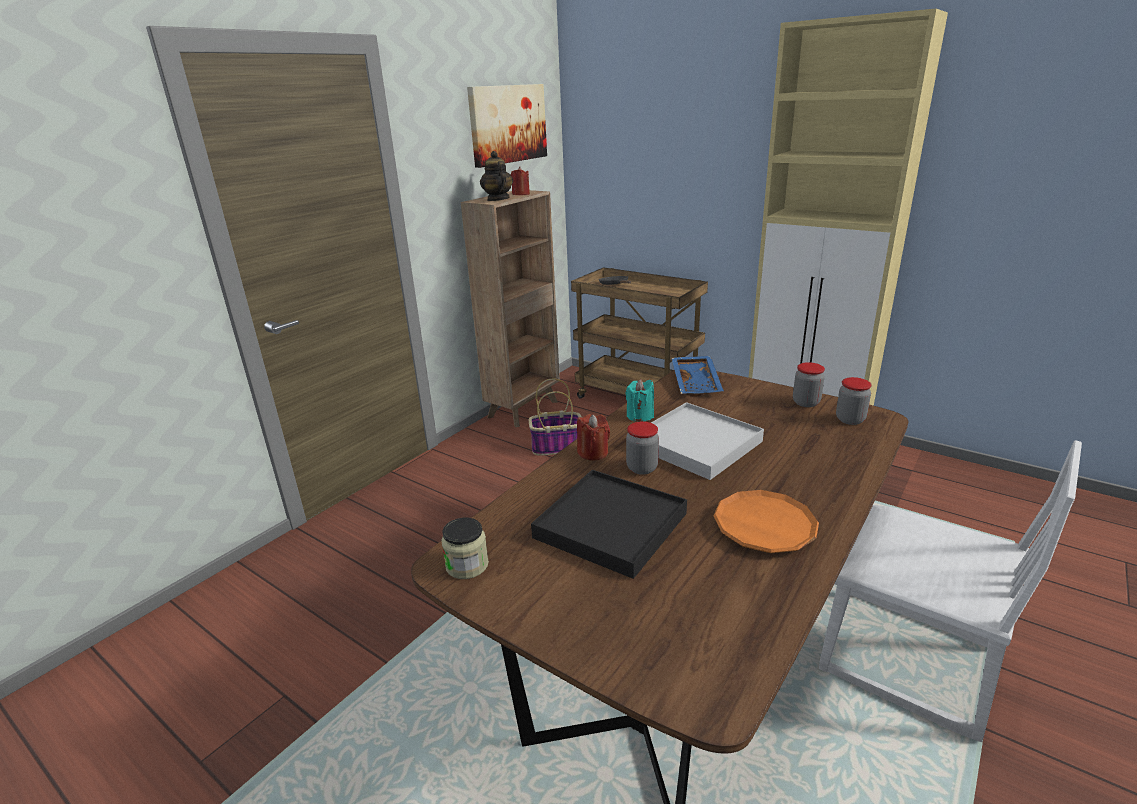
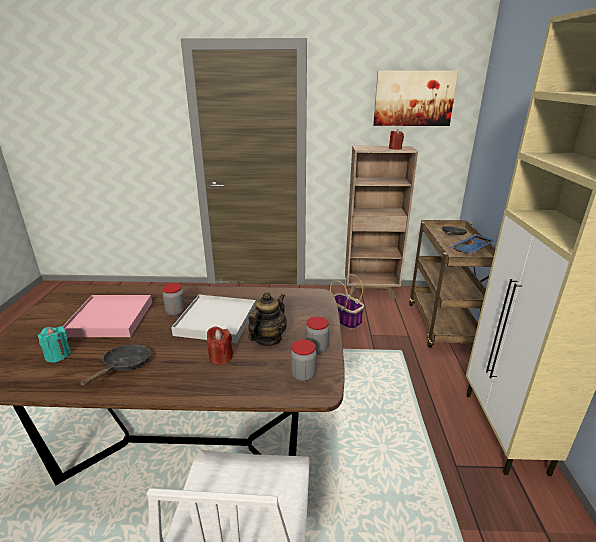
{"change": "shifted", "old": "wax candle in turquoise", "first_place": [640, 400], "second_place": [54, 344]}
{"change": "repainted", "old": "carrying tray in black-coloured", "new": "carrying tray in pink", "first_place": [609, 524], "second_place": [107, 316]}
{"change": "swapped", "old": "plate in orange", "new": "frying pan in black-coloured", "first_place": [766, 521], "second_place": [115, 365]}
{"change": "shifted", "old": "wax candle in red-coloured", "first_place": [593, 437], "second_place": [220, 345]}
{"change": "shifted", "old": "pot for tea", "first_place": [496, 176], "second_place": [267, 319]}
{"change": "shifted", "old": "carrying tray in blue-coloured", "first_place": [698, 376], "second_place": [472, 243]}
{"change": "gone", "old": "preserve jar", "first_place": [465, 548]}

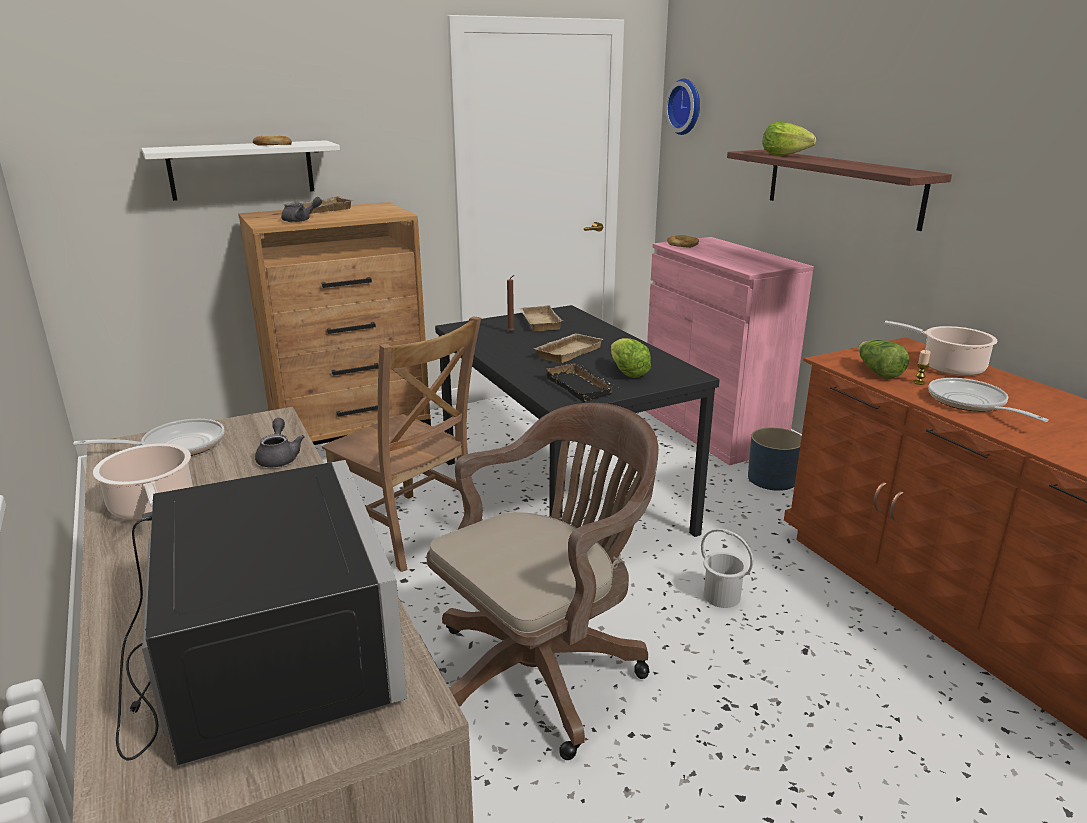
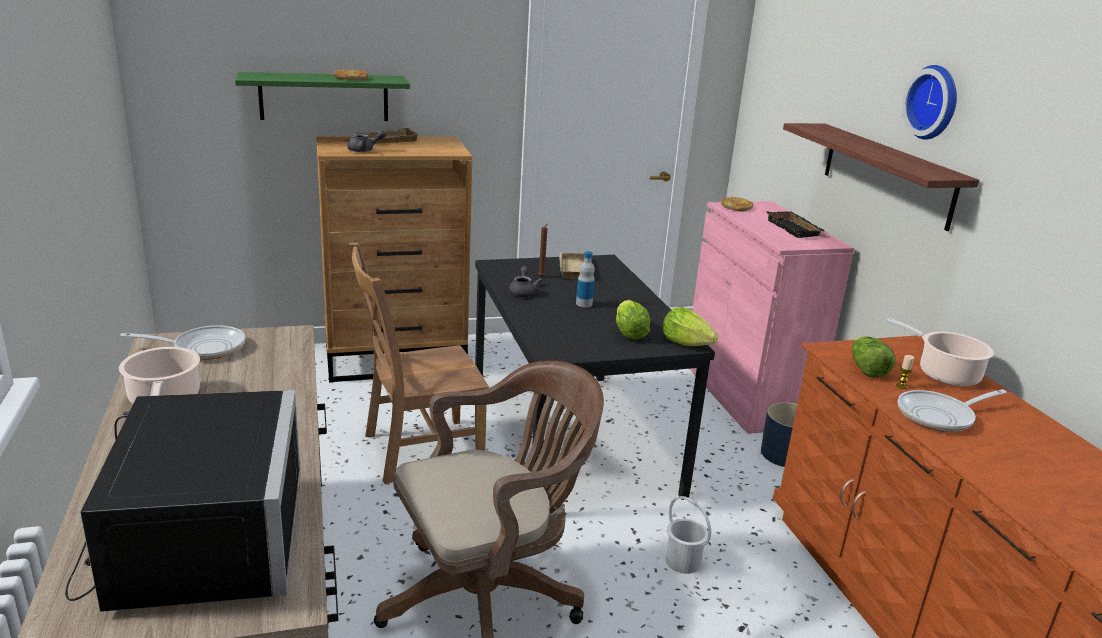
{"change": "repainted", "old": "bracket shelf in white-coloured", "new": "bracket shelf in greenish", "first_place": [241, 170], "second_place": [322, 96]}
{"change": "rotated", "old": "plain chair in brown-coloured", "first_place": [401, 444], "second_place": [419, 363], "degrees": 105}
{"change": "shifted", "old": "pot for tea in grey", "first_place": [279, 442], "second_place": [525, 281]}
{"change": "swapped", "old": "carrying tray in beige-coloured", "new": "beverage bottle", "first_place": [568, 348], "second_place": [585, 279]}
{"change": "shifted", "old": "lettuce", "first_place": [789, 138], "second_place": [690, 326]}
{"change": "shifted", "old": "carrying tray in black-coloured", "first_place": [580, 381], "second_place": [795, 224]}
{"change": "rotated", "old": "frying pan", "first_place": [988, 400], "second_place": [952, 410], "degrees": -105}
{"change": "shifted", "old": "clock on the wall", "first_place": [682, 107], "second_place": [929, 102]}

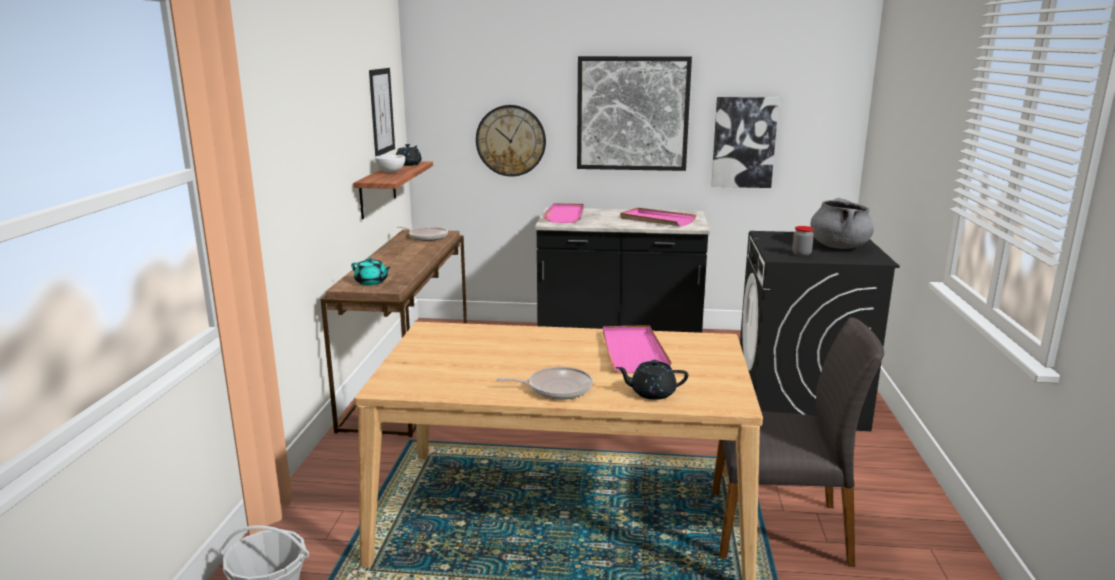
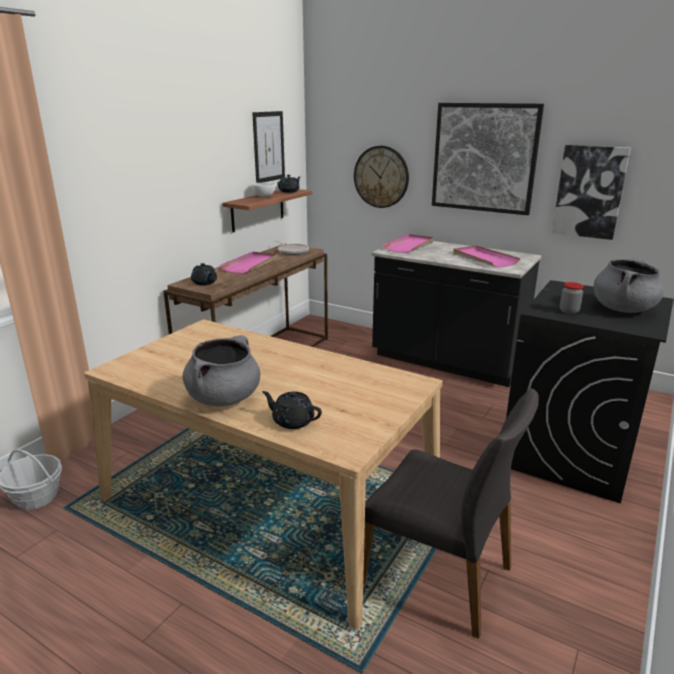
{"change": "swapped", "old": "frying pan", "new": "stockpot in grey", "first_place": [544, 383], "second_place": [221, 370]}
{"change": "repainted", "old": "pot for tea in turquoise", "new": "pot for tea in black-coloured", "first_place": [371, 271], "second_place": [204, 274]}
{"change": "shifted", "old": "carrying tray in pink", "first_place": [637, 349], "second_place": [248, 262]}

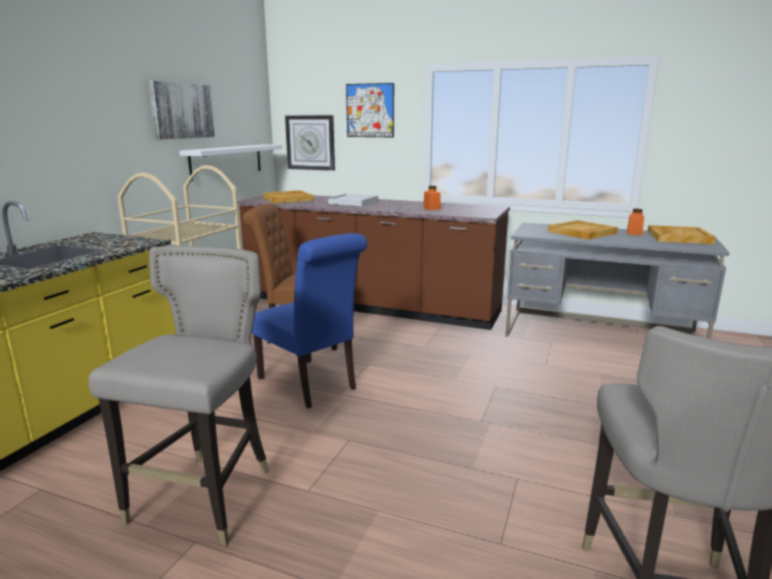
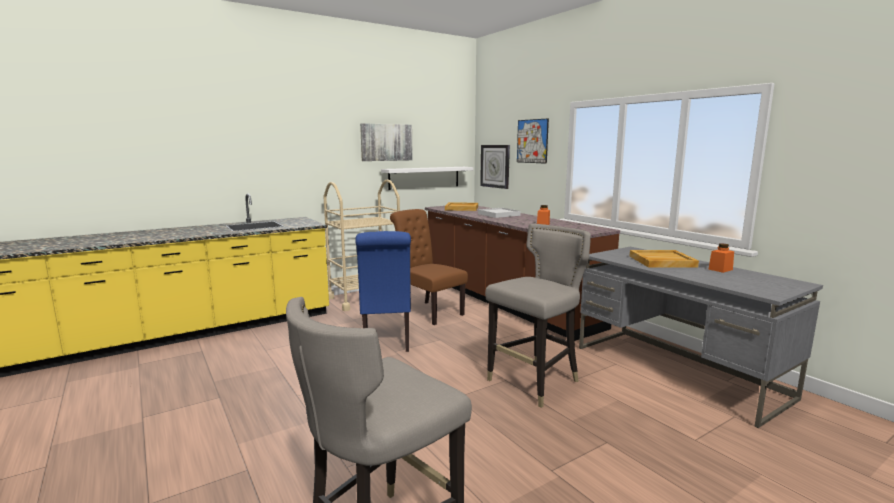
{"change": "shifted", "old": "sitting stool in grey", "first_place": [178, 396], "second_place": [538, 316]}
{"change": "gone", "old": "carrying tray in beige-coloured", "first_place": [681, 234]}

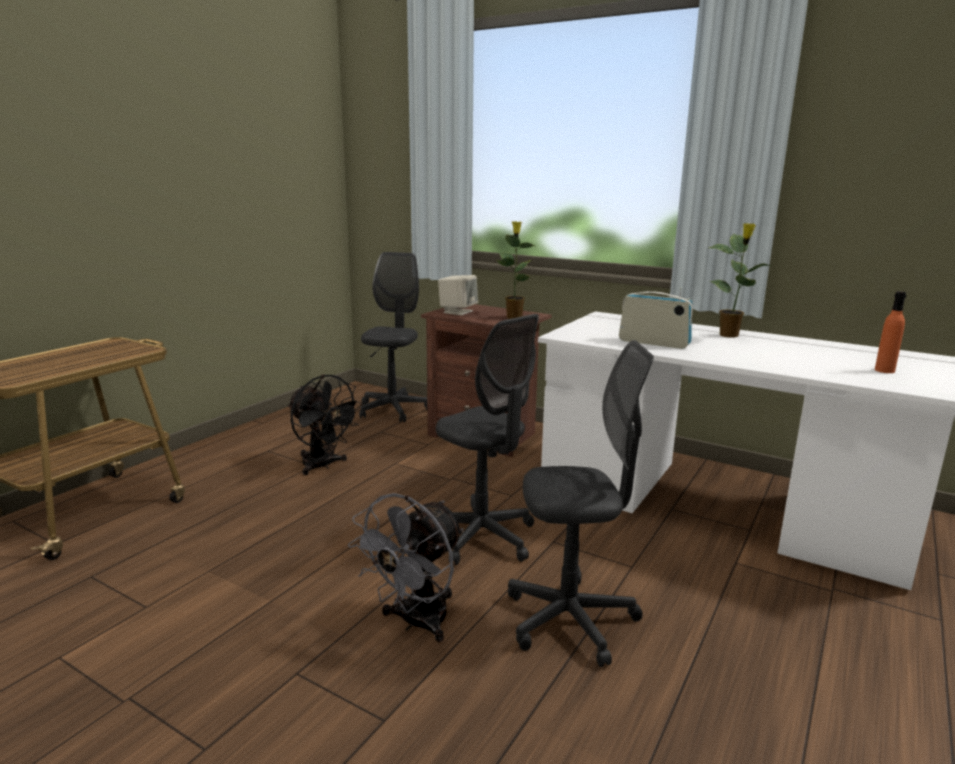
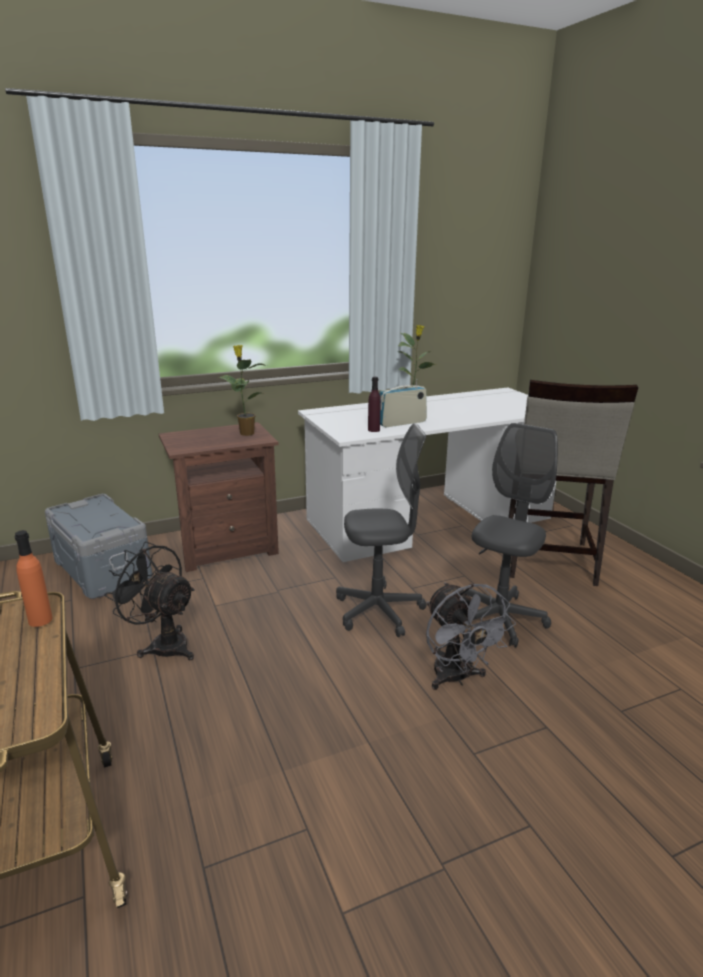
{"change": "shifted", "old": "beverage bottle in orange", "first_place": [890, 332], "second_place": [34, 578]}
{"change": "swapped", "old": "desk chair in grey", "new": "storage bin in grey", "first_place": [393, 337], "second_place": [98, 546]}
{"change": "rotated", "old": "fan in black-coloured", "first_place": [325, 425], "second_place": [149, 600], "degrees": -135}
{"change": "new", "new": "beverage bottle in purple", "second_place": [374, 404]}
{"change": "new", "new": "sitting stool in beige-coloured", "second_place": [573, 483]}
{"change": "gone", "old": "audio speaker in beige-coloured", "first_place": [458, 295]}

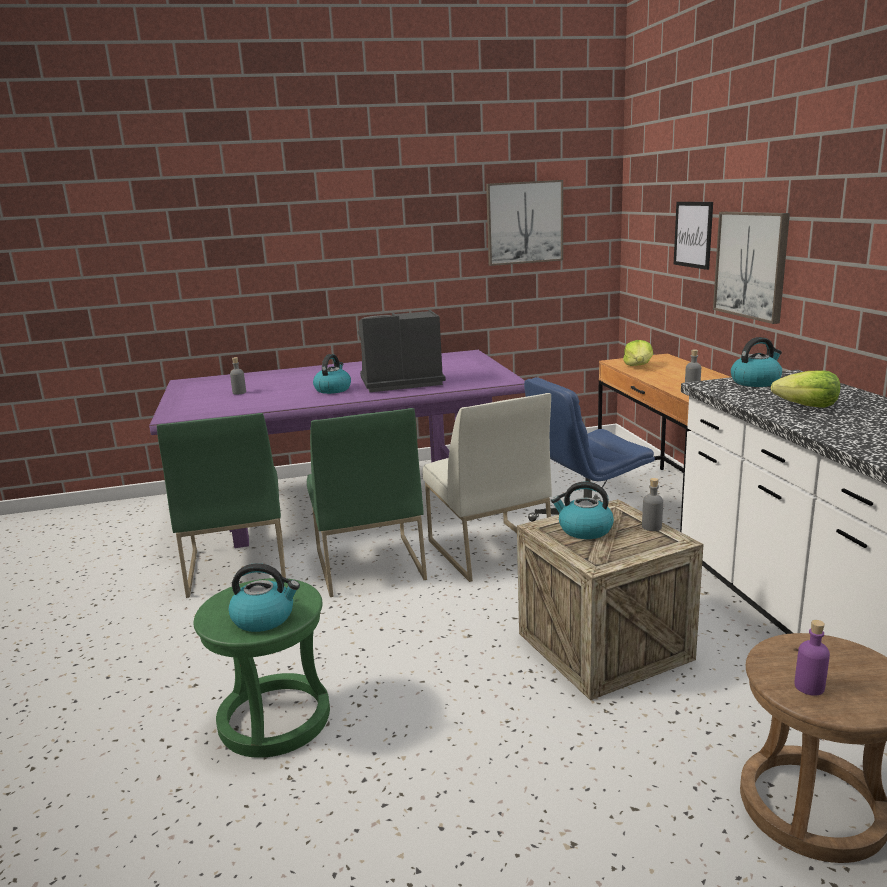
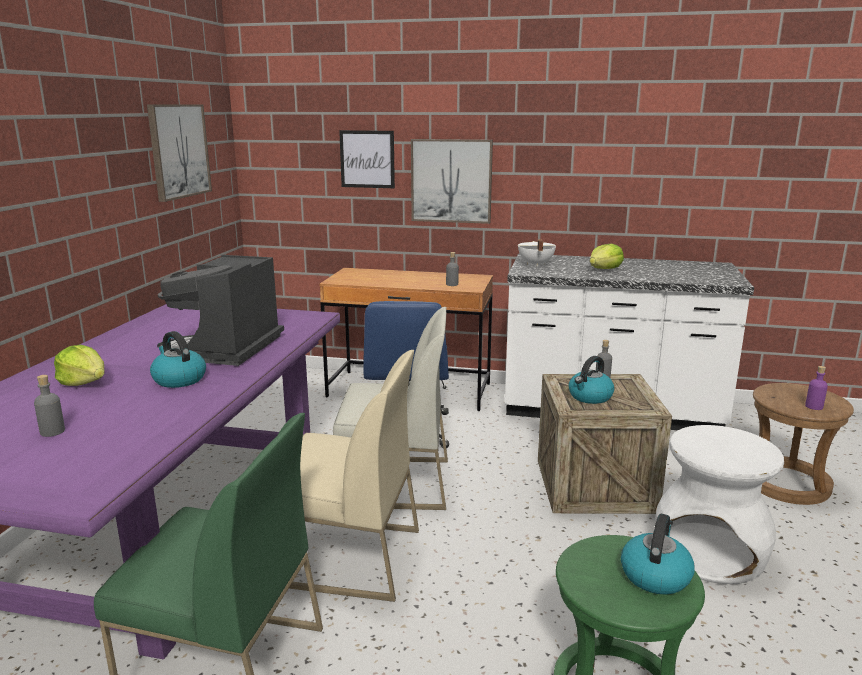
{"change": "shifted", "old": "lettuce", "first_place": [638, 353], "second_place": [79, 365]}
{"change": "repainted", "old": "plain chair in greenish", "new": "plain chair in beige-coloured", "first_place": [367, 502], "second_place": [354, 476]}
{"change": "swapped", "old": "water kettle", "new": "stockpot in white-coloured", "first_place": [756, 362], "second_place": [537, 253]}
{"change": "new", "new": "sitting stool in white-coloured", "second_place": [719, 504]}

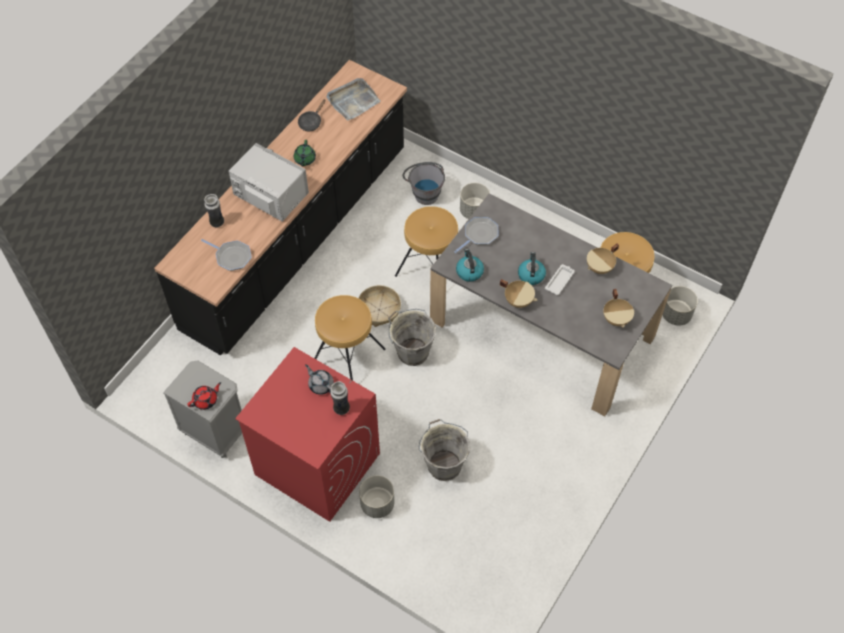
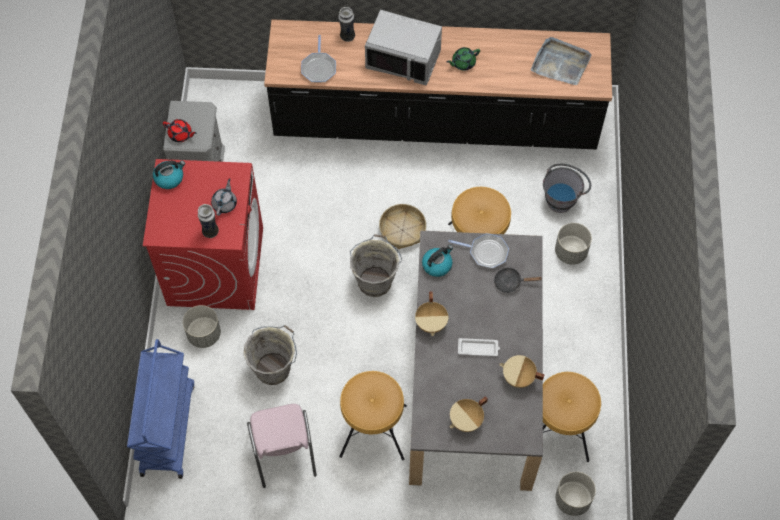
{"change": "new", "new": "trolley in blue-coloured", "second_place": [160, 409]}
{"change": "shifted", "old": "water kettle", "first_place": [532, 268], "second_place": [169, 175]}
{"change": "new", "new": "plain chair in pink", "second_place": [282, 446]}
{"change": "shifted", "old": "sitting stool in brown-coloured", "first_place": [350, 338], "second_place": [373, 415]}
{"change": "rotated", "old": "microwave in grey", "first_place": [268, 182], "second_place": [403, 47], "degrees": 105}
{"change": "shifted", "old": "frying pan in black-coloured", "first_place": [312, 115], "second_place": [518, 280]}

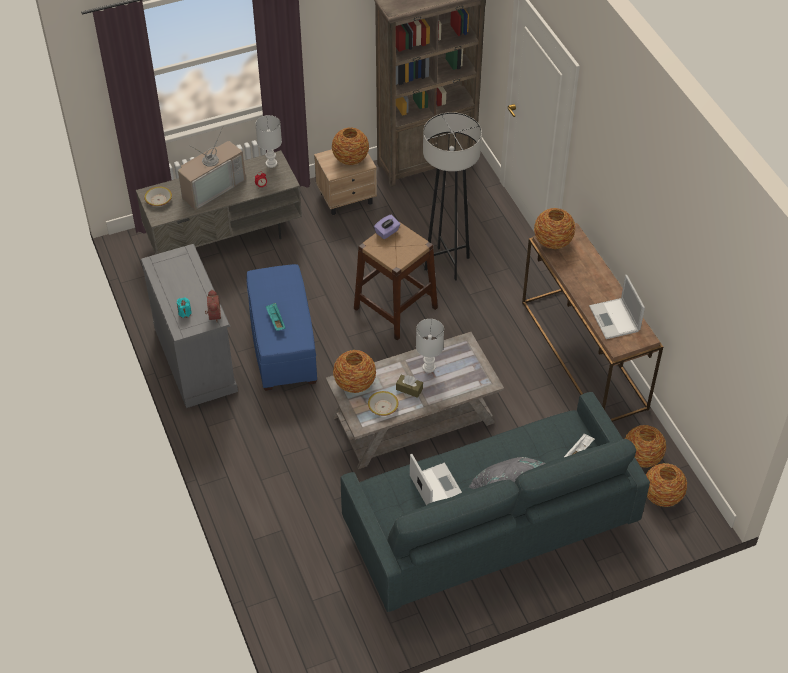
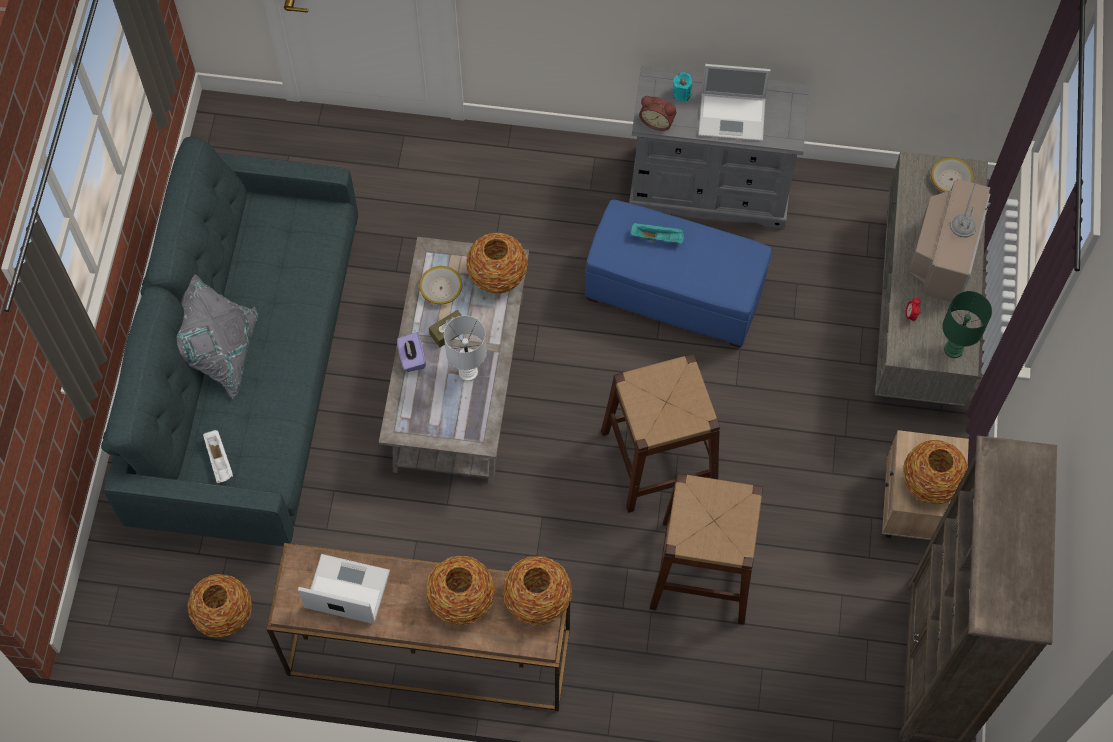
{"change": "shifted", "old": "tissue box in purple", "first_place": [387, 227], "second_place": [411, 352]}
{"change": "shifted", "old": "decorative vase", "first_place": [666, 485], "second_place": [460, 590]}
{"change": "swapped", "old": "standard lamp in grey", "new": "sitting stool in brown-coloured", "first_place": [452, 196], "second_place": [706, 548]}
{"change": "shifted", "old": "notebook computer", "first_place": [436, 479], "second_place": [734, 102]}
{"change": "rotated", "old": "TV", "first_place": [212, 168], "second_place": [949, 236], "degrees": -150}
{"change": "repainted", "old": "lamp for a table in white-coloured", "new": "lamp for a table in greenish", "first_place": [268, 141], "second_place": [967, 324]}

